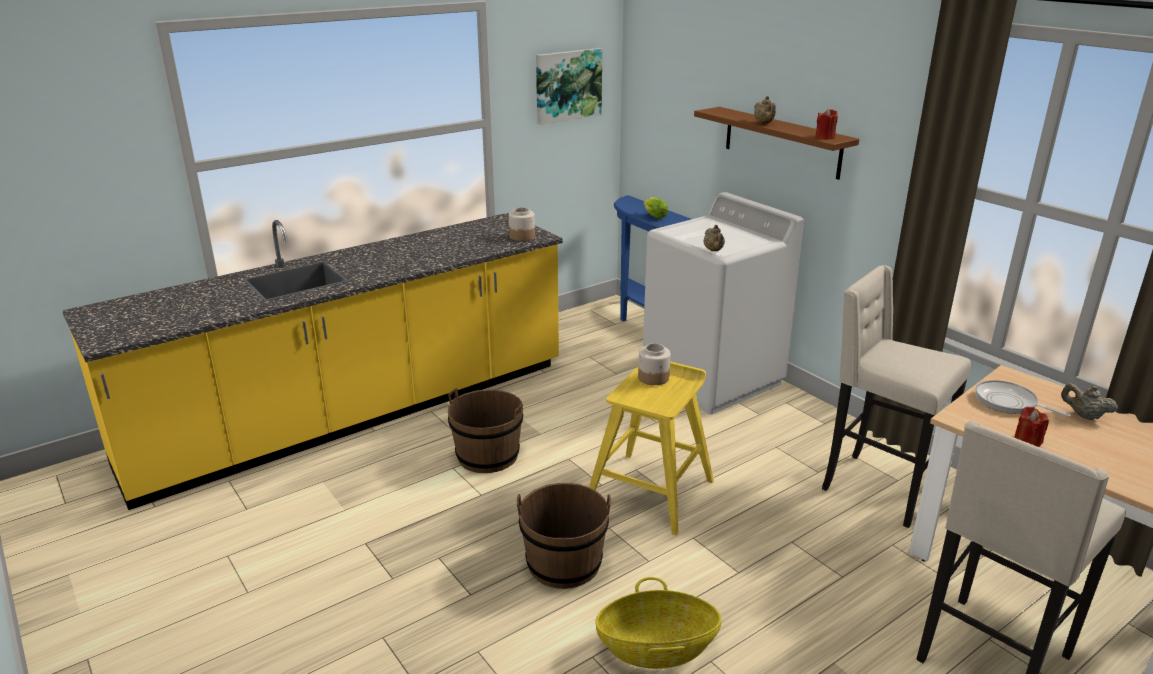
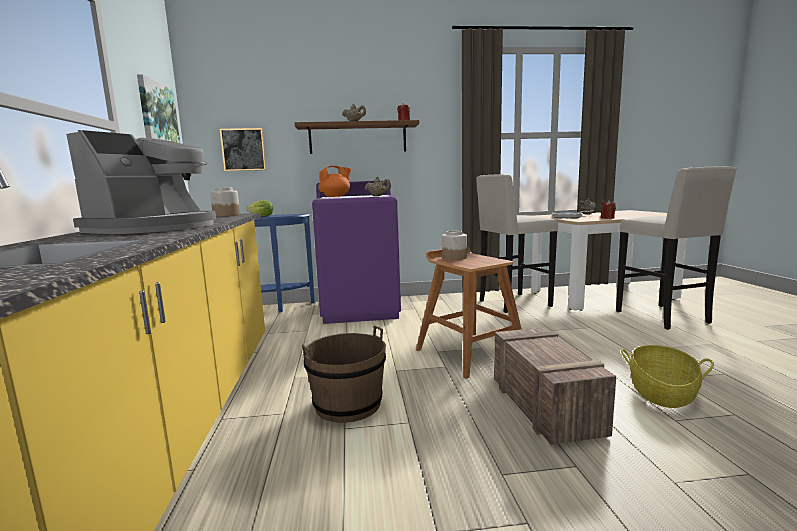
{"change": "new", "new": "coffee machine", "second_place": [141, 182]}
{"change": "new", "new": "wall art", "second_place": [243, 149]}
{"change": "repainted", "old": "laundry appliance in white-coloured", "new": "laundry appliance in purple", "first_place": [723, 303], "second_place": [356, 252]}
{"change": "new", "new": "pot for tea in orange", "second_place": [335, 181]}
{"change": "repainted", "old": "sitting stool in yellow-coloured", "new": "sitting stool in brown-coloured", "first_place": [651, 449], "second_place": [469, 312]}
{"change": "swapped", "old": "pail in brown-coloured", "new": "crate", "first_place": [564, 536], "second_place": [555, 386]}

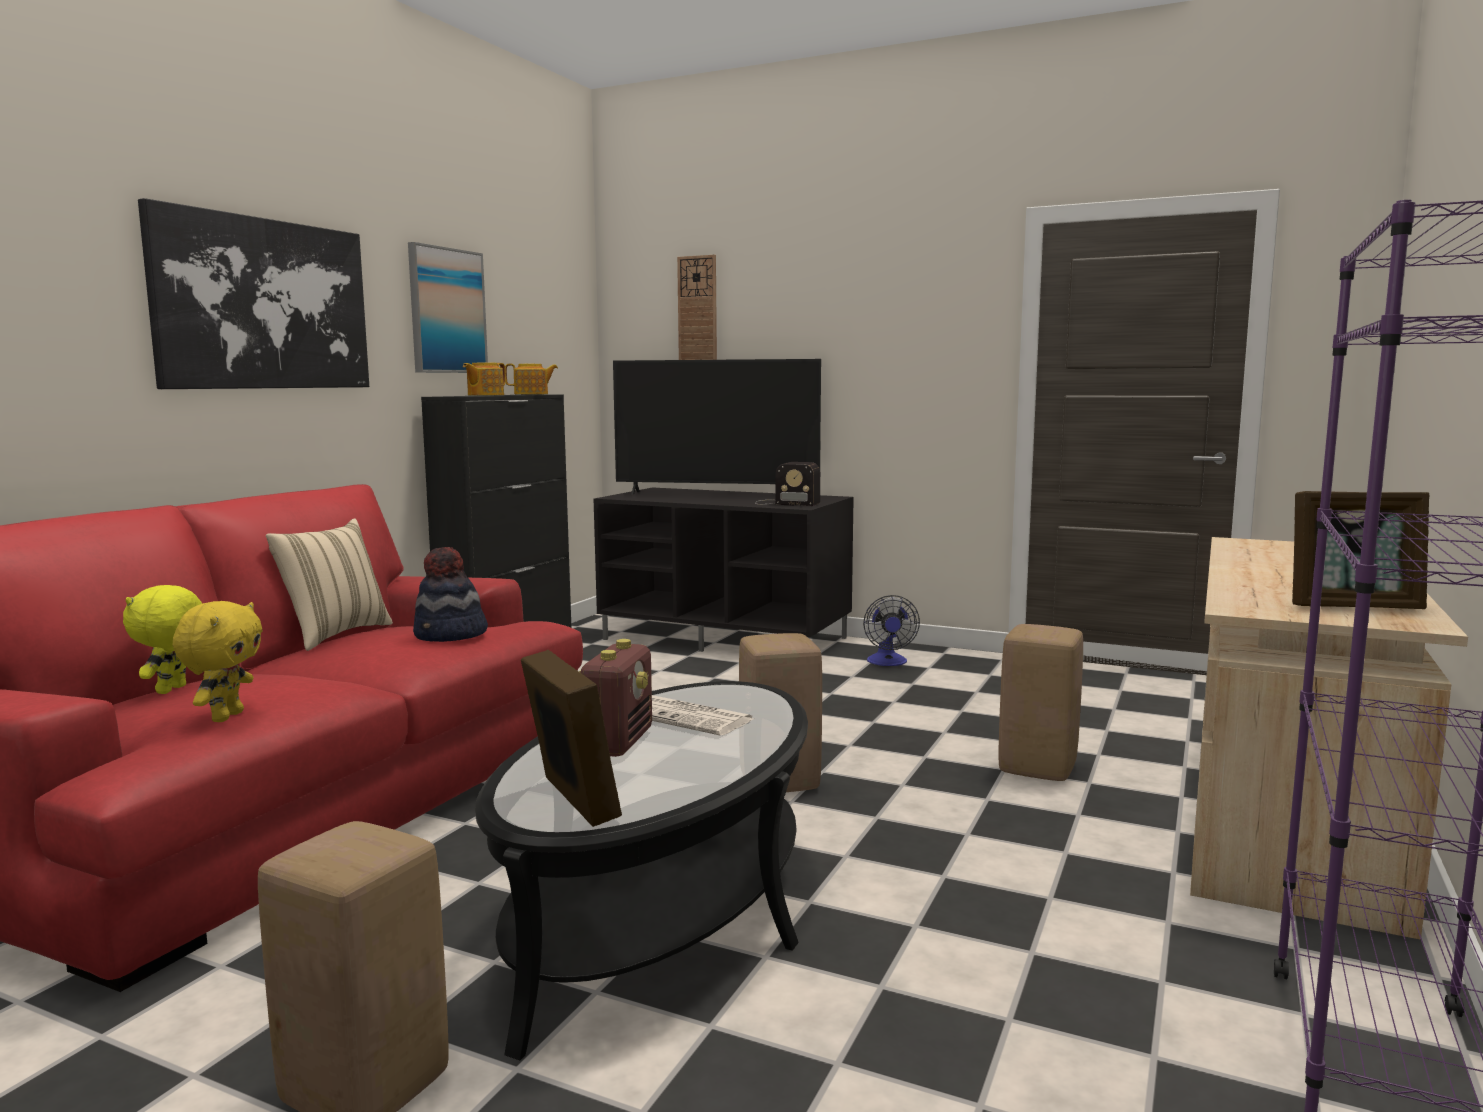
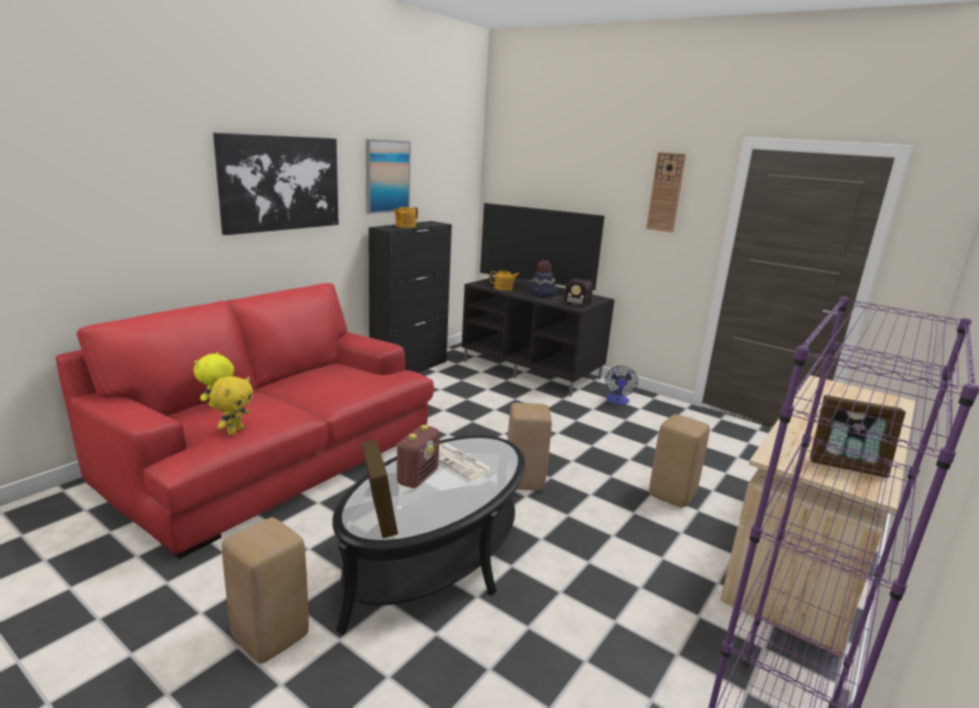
{"change": "shifted", "old": "pot for tea", "first_place": [531, 379], "second_place": [504, 281]}
{"change": "shifted", "old": "hat", "first_place": [450, 594], "second_place": [543, 278]}
{"change": "shifted", "old": "clock on the wall", "first_place": [697, 307], "second_place": [666, 192]}
{"change": "gone", "old": "pillow in beige-coloured", "first_place": [329, 584]}

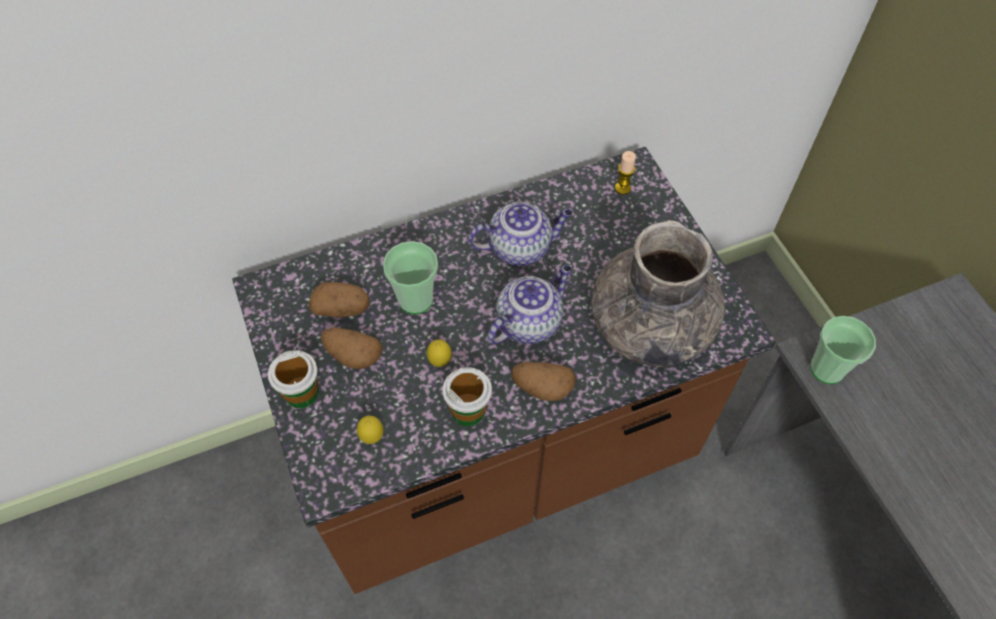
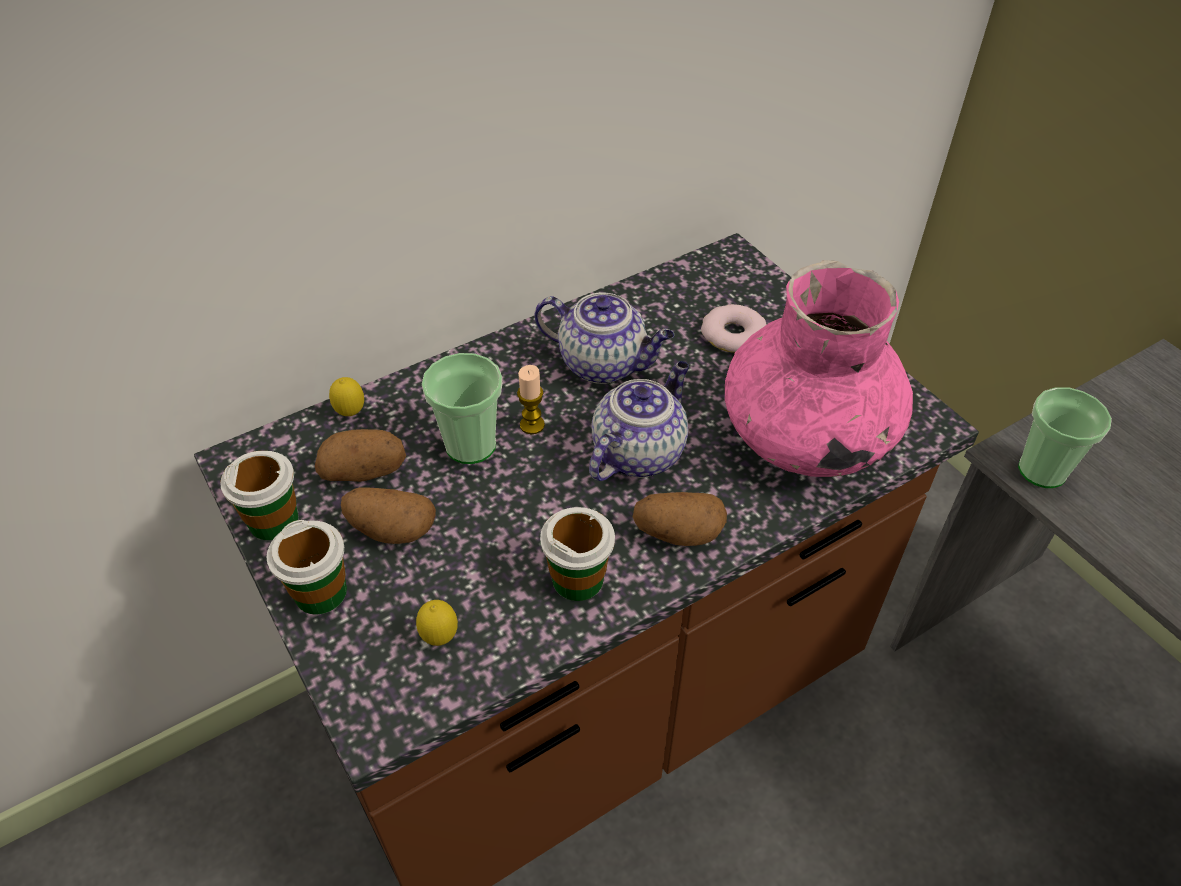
{"change": "new", "new": "cup", "second_place": [259, 495]}
{"change": "shifted", "old": "citrus fruit", "first_place": [439, 353], "second_place": [346, 396]}
{"change": "shifted", "old": "wax candle", "first_place": [625, 173], "second_place": [531, 399]}
{"change": "rotated", "old": "pot for tea", "first_place": [521, 234], "second_place": [604, 338], "degrees": 45}
{"change": "new", "new": "donut", "second_place": [734, 328]}
{"change": "repainted", "old": "decorative vase in grey", "new": "decorative vase in pink", "first_place": [658, 293], "second_place": [819, 368]}

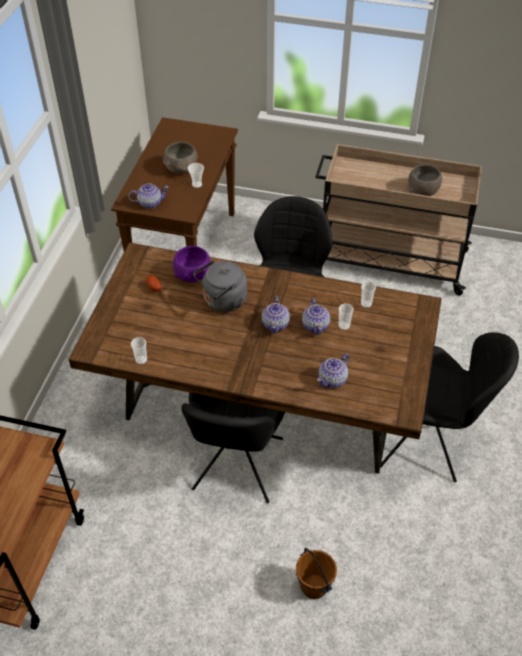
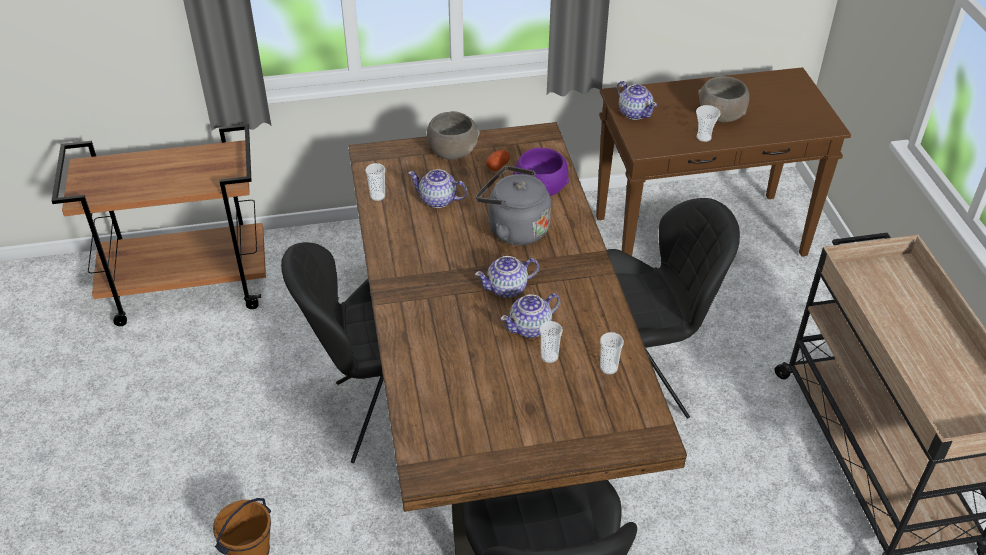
{"change": "shifted", "old": "pot for tea", "first_place": [333, 371], "second_place": [438, 188]}
{"change": "shifted", "old": "serving bowl in grey", "first_place": [425, 180], "second_place": [453, 135]}

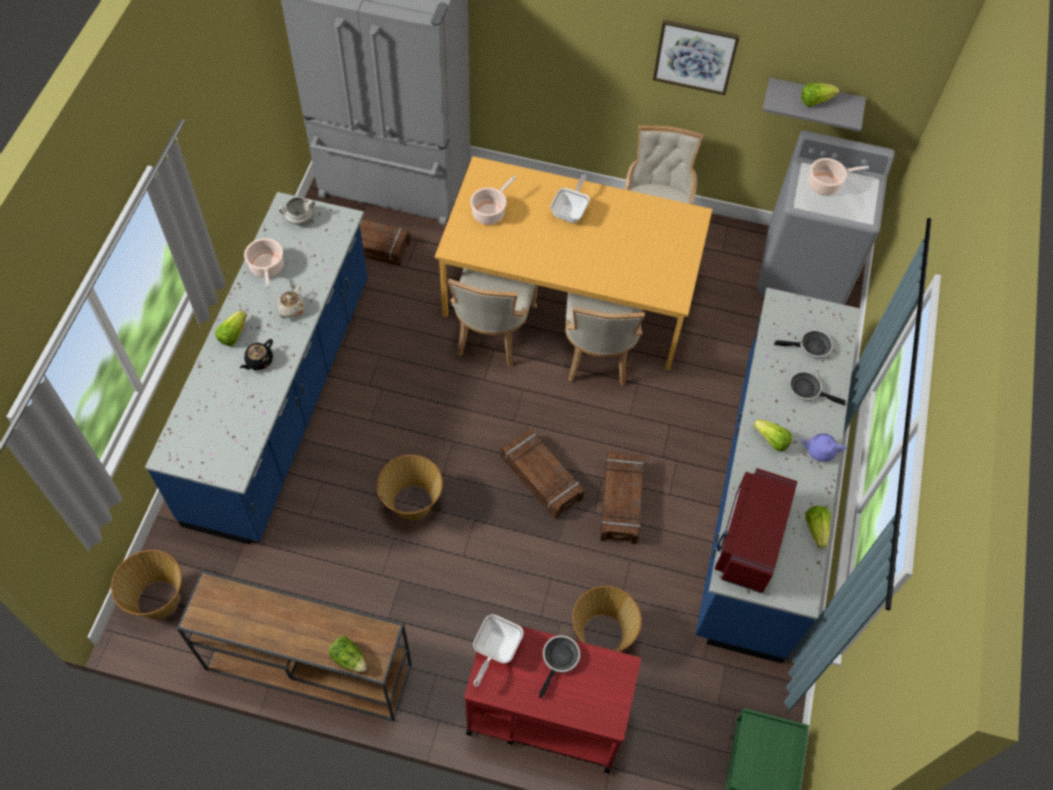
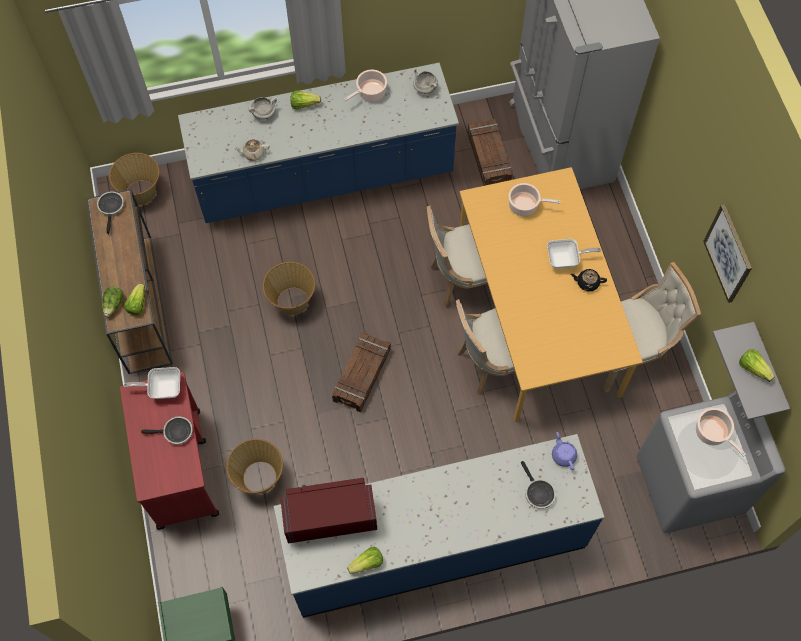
{"change": "shifted", "old": "frying pan", "first_place": [817, 388], "second_place": [110, 213]}
{"change": "shifted", "old": "lettuce", "first_place": [772, 435], "second_place": [134, 299]}
{"change": "shifted", "old": "pot for tea in beige-coloured", "first_place": [291, 302], "second_place": [252, 150]}
{"change": "new", "new": "stockpot in white-coloured", "second_place": [262, 108]}
{"change": "shifted", "old": "pot for tea in purple", "first_place": [823, 447], "second_place": [564, 451]}
{"change": "shifted", "old": "pot for tea in black-coloured", "first_place": [256, 354], "second_place": [588, 280]}
{"change": "gone", "old": "crate", "first_place": [622, 497]}

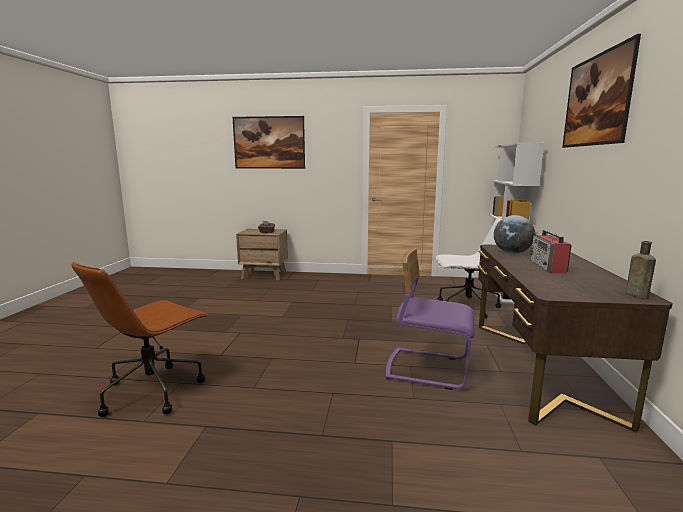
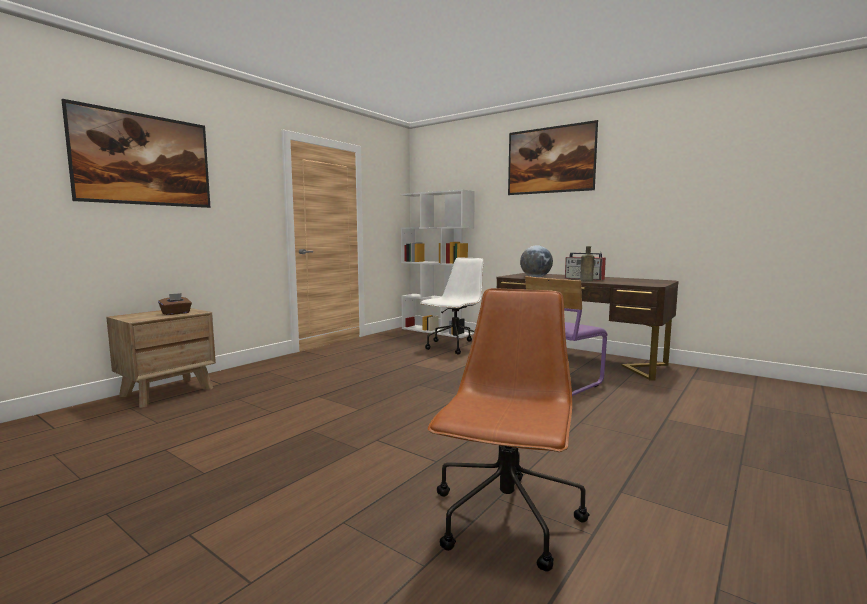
{"change": "rotated", "old": "desk chair in brown-coloured", "first_place": [140, 339], "second_place": [508, 429], "degrees": -135}
{"change": "shifted", "old": "beverage bottle in brown-coloured", "first_place": [641, 270], "second_place": [587, 263]}

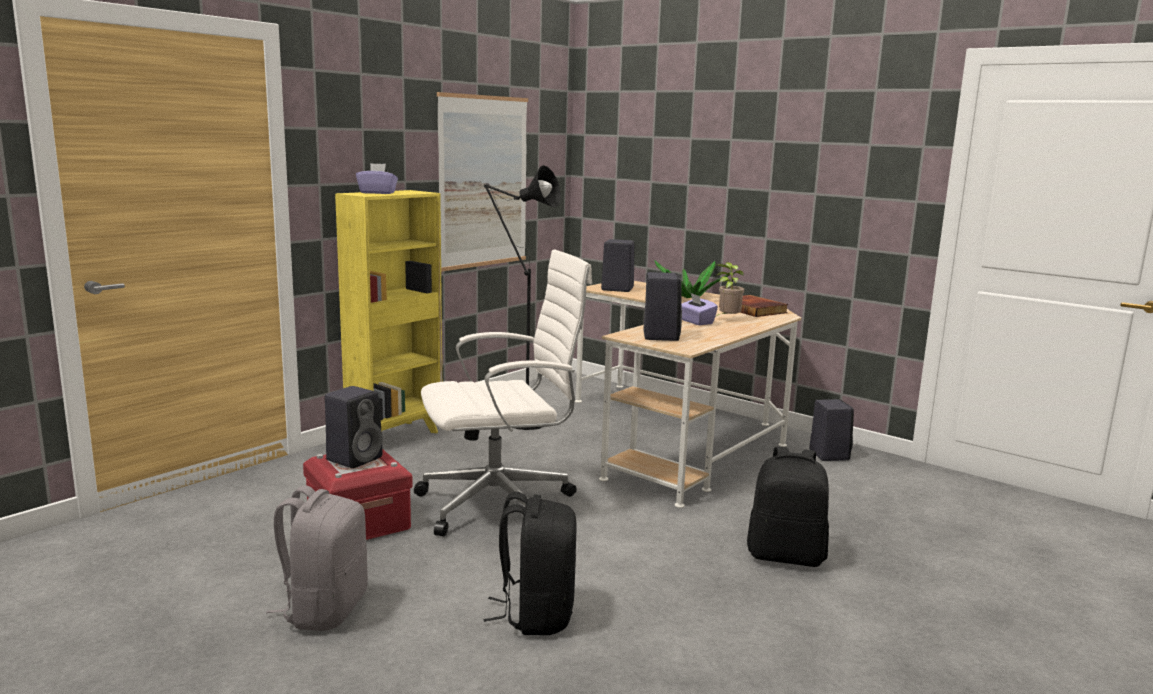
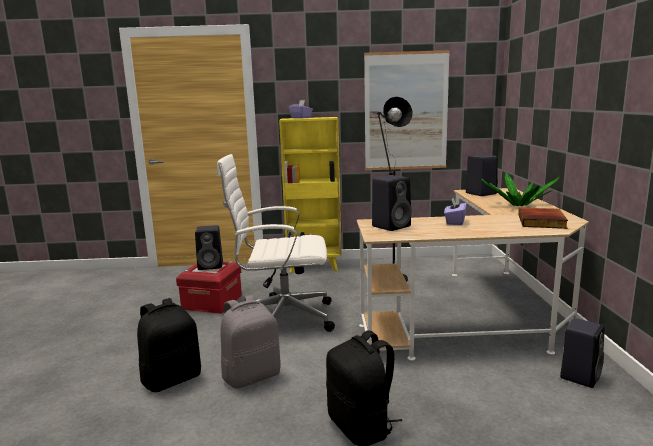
{"change": "rotated", "old": "desk chair in white-coloured", "first_place": [503, 392], "second_place": [276, 243], "degrees": 150}
{"change": "shifted", "old": "backpack in grey", "first_place": [317, 558], "second_place": [251, 342]}
{"change": "gone", "old": "houseplant", "first_place": [729, 289]}

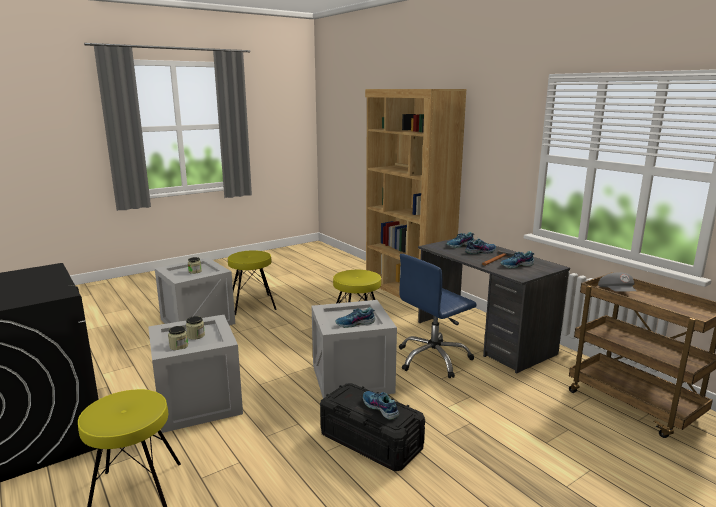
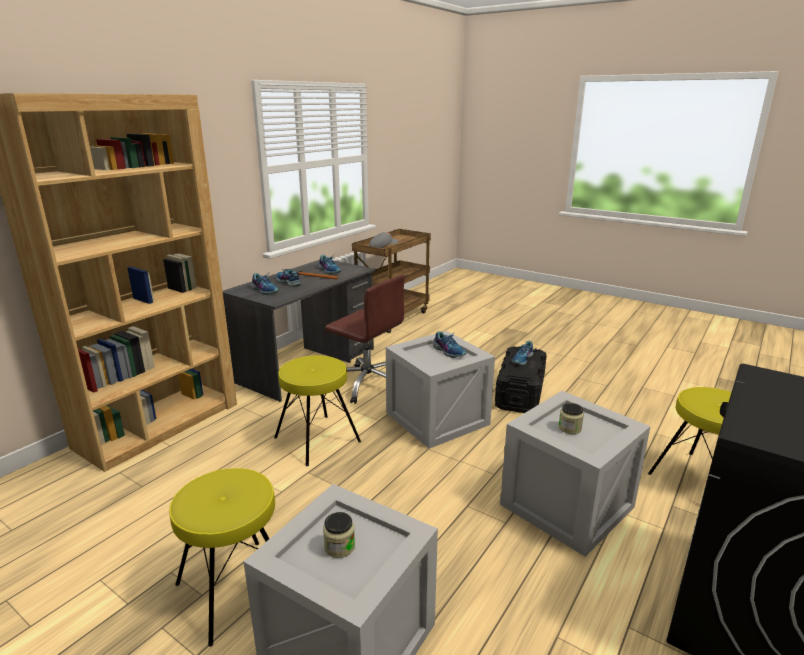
{"change": "repainted", "old": "desk chair in blue-coloured", "new": "desk chair in brown-coloured", "first_place": [438, 316], "second_place": [365, 339]}
{"change": "gone", "old": "preserve jar", "first_place": [178, 338]}

